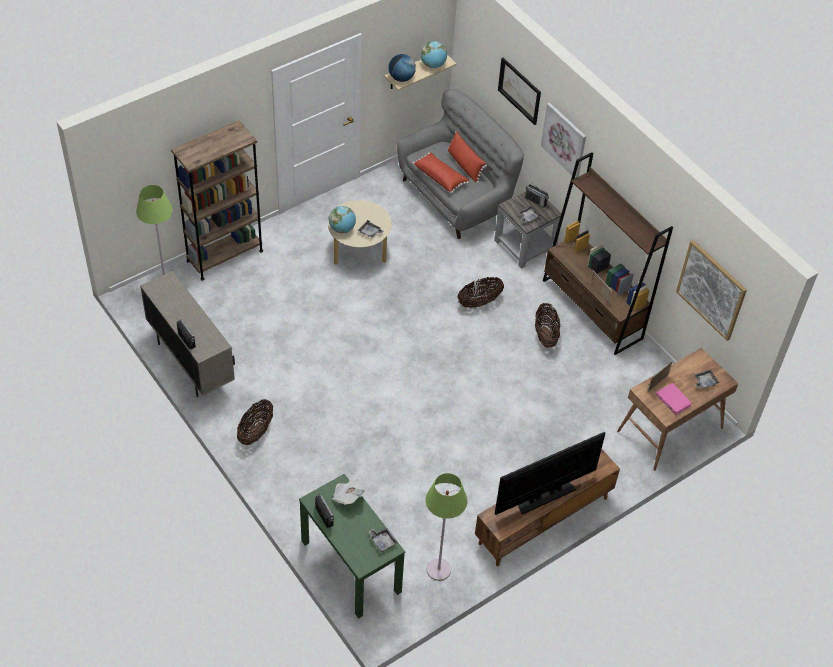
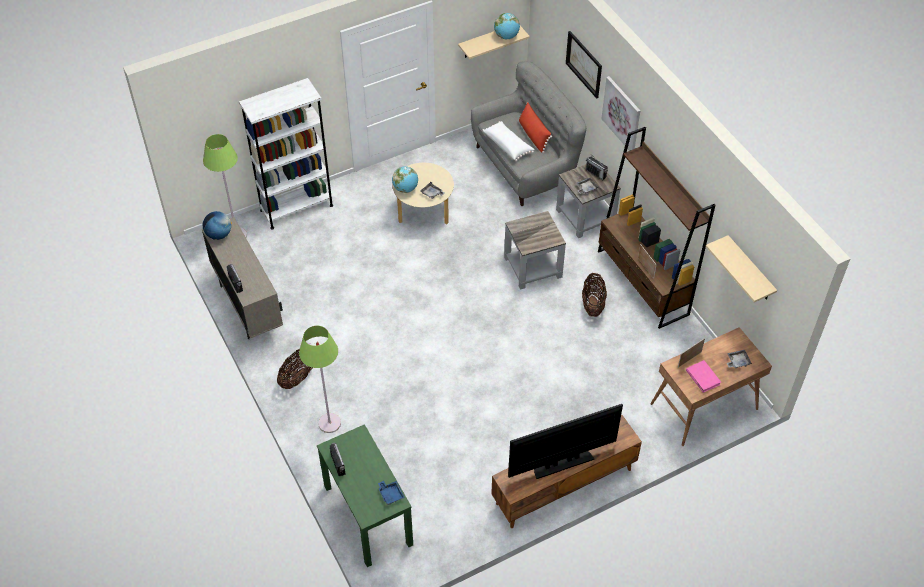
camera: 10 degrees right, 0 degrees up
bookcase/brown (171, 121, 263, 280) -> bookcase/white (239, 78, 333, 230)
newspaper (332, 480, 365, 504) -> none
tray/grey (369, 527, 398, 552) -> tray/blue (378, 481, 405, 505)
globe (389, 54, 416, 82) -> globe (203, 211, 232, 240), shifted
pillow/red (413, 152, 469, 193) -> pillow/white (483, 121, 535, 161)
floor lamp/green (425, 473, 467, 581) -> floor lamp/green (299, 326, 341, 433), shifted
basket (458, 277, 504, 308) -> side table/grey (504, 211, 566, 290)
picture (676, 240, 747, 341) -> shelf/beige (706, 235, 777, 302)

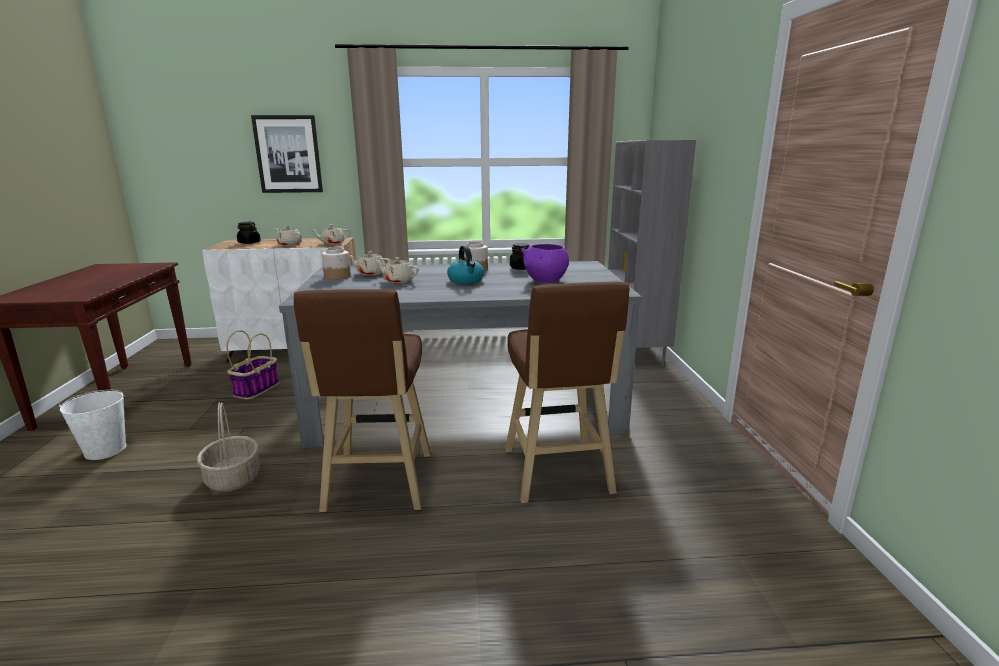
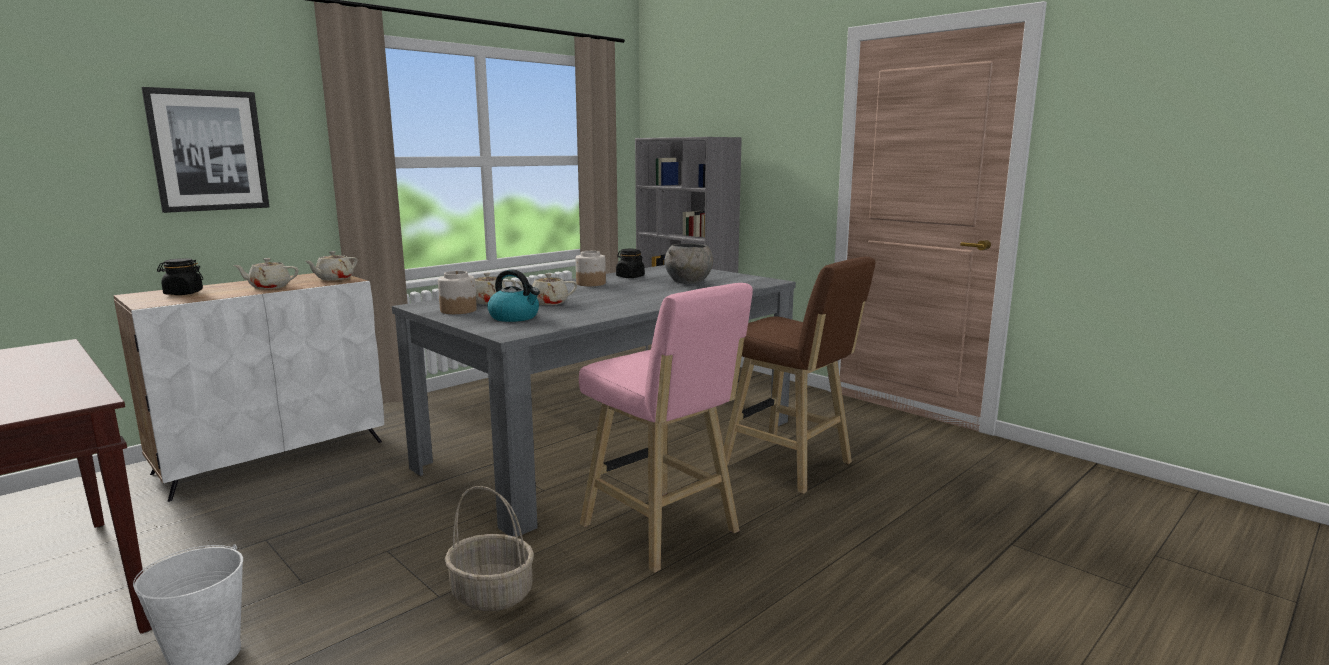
camera: 40 degrees left, 5 degrees down
basket (226, 330, 279, 399) -> none
stool/brown (294, 289, 431, 512) -> stool/pink (579, 283, 753, 573)
kettle (447, 245, 484, 284) -> kettle (487, 269, 540, 322), shifted
bowl/purple (521, 244, 569, 283) -> bowl/grey (664, 243, 713, 284)

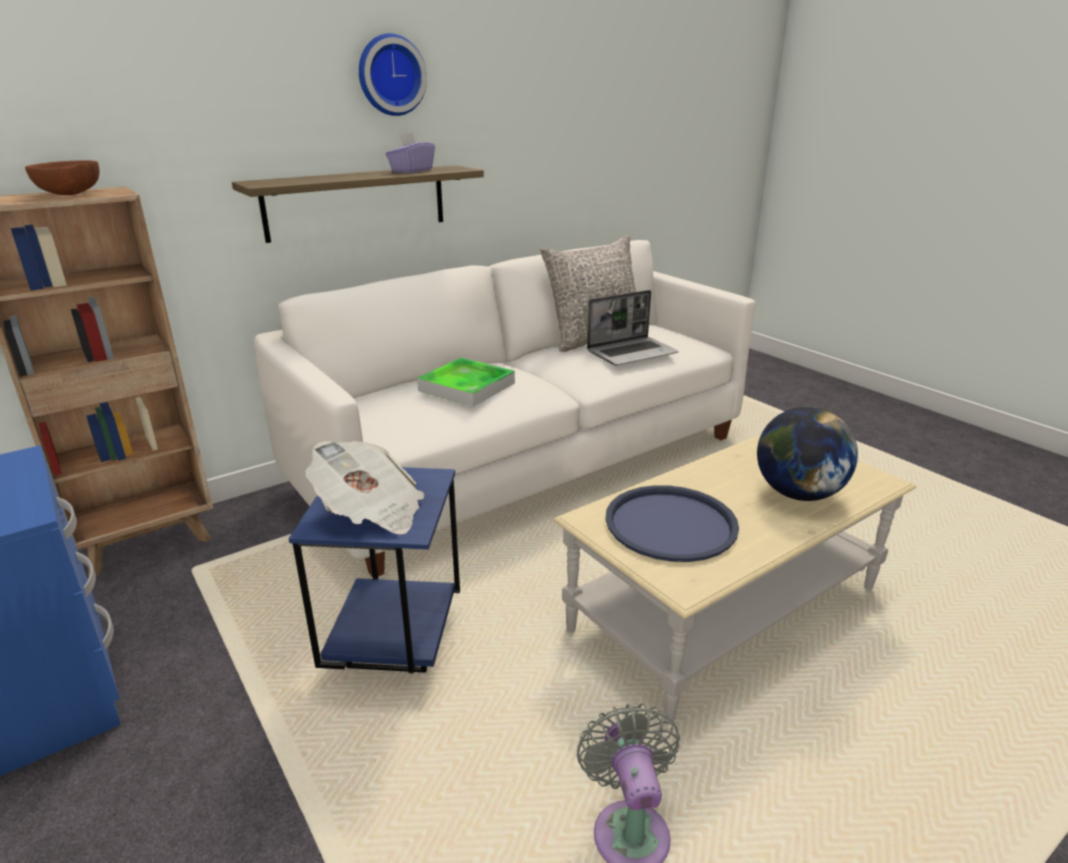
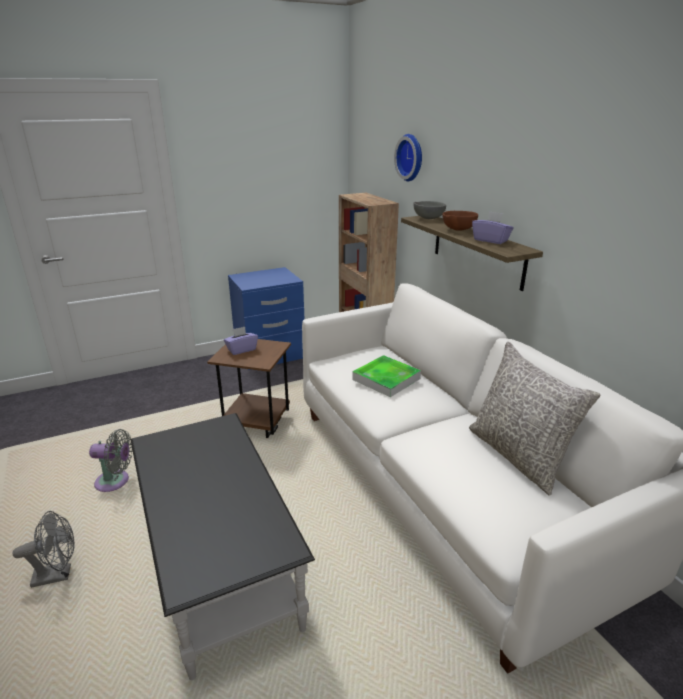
camera: 100 degrees right, 0 degrees up
bowl/brown (25, 160, 99, 195) -> bowl/brown (443, 211, 478, 231), shifted
side table/blue (289, 467, 460, 673) -> side table/brown (207, 339, 291, 438)
newspaper (305, 441, 424, 534) -> tissue box/purple (224, 327, 258, 355)
wall clock (359, 33, 427, 116) -> wall clock (394, 134, 422, 181), shifted
coffee table/beige (553, 434, 916, 722) -> coffee table/black (131, 413, 315, 680)
laptop (587, 290, 678, 366) -> none
tray/blue (605, 485, 739, 562) -> none
globe (757, 407, 858, 501) -> none
none -> fan/grey (13, 511, 75, 588)
none -> bowl/grey (413, 201, 446, 219)

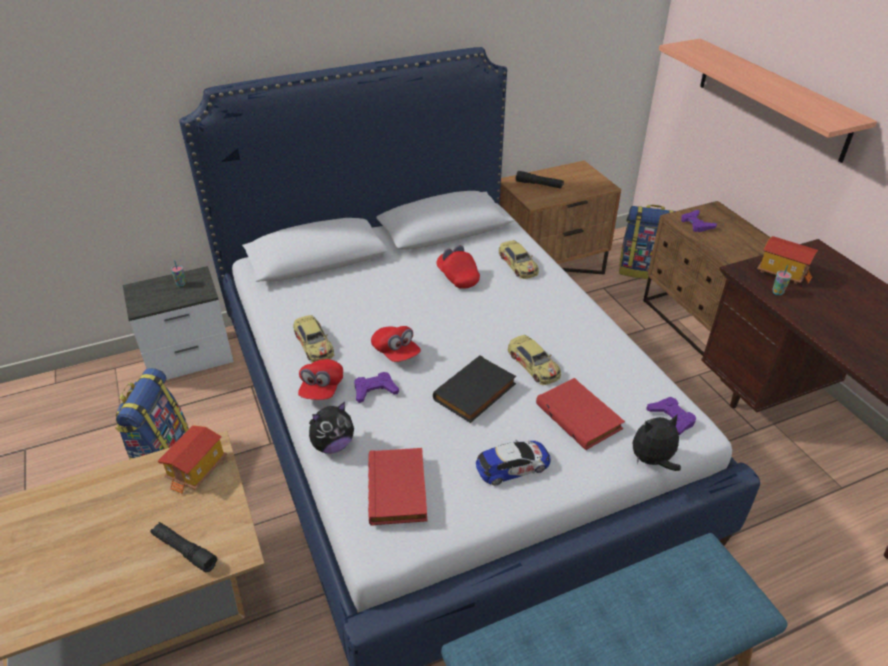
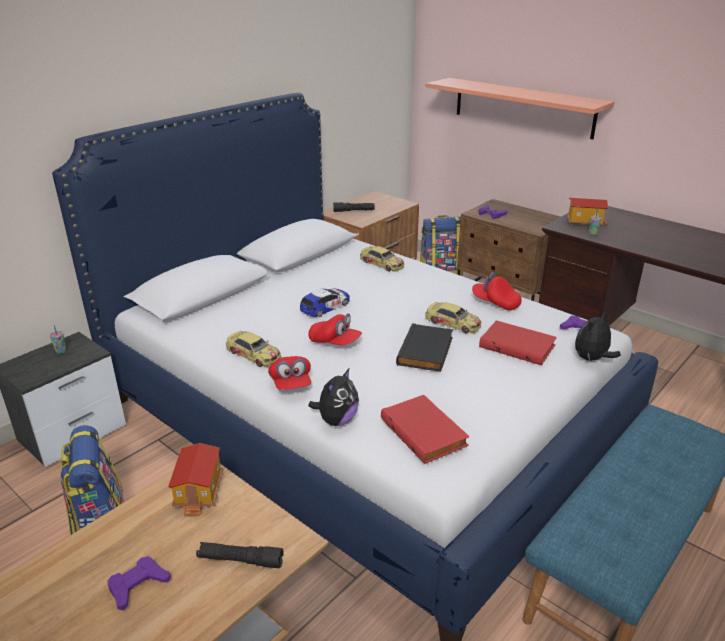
camera: 25 degrees left, 10 degrees down
game controller/purple (354, 372, 399, 403) -> game controller/purple (108, 556, 170, 610), shifted
cap/red (436, 245, 480, 289) -> cap/red (472, 272, 522, 311), shifted
toy car (476, 440, 551, 486) -> toy car (300, 288, 350, 317), shifted

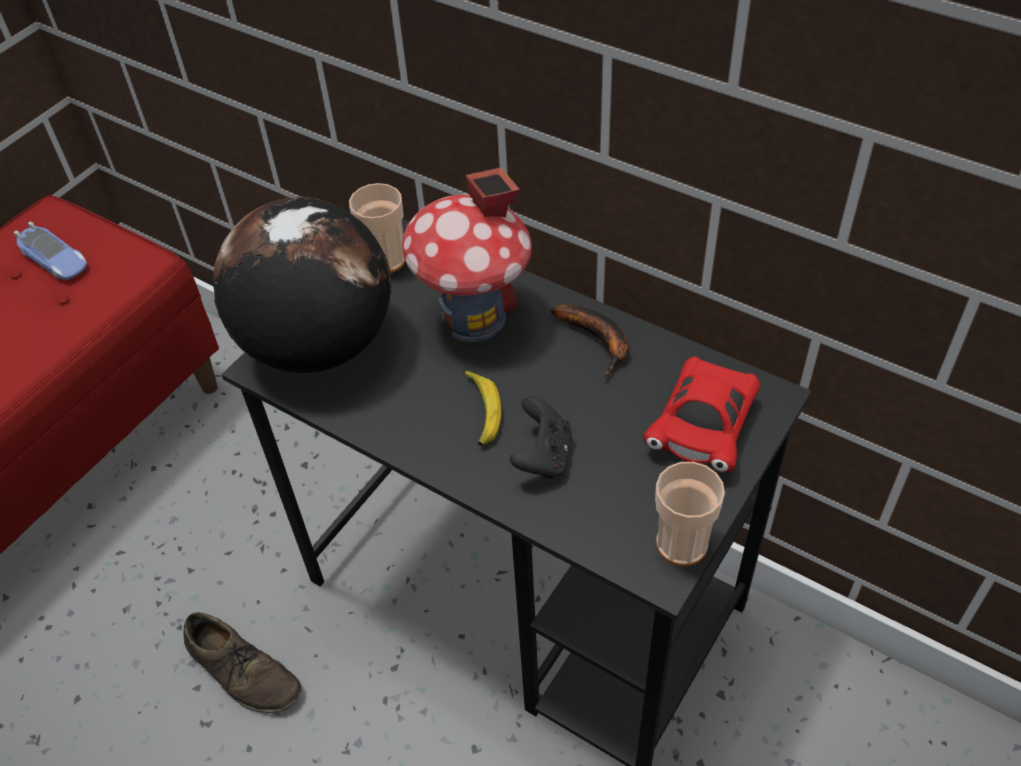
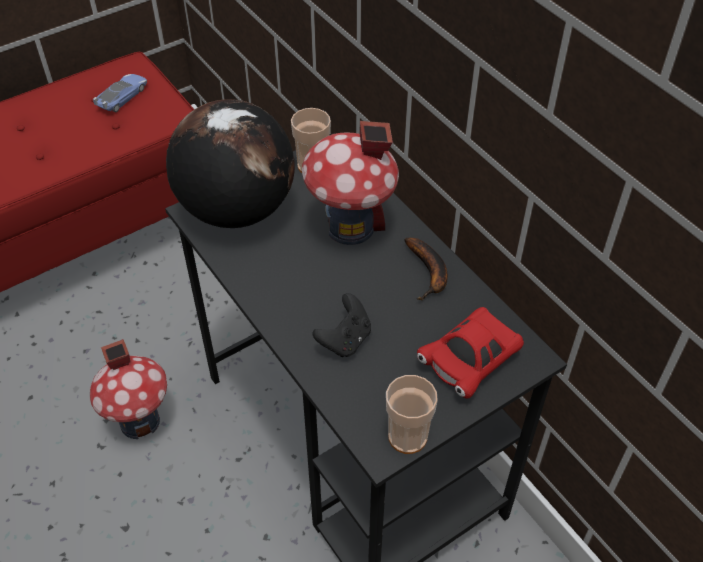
camera: 20 degrees right, 0 degrees up
toy car (14, 221, 87, 280) -> toy car (93, 74, 147, 112), 120 degrees counterclockwise
shoe/brown (183, 612, 302, 713) -> toy house (90, 339, 167, 439)
banana (463, 370, 501, 446) -> none

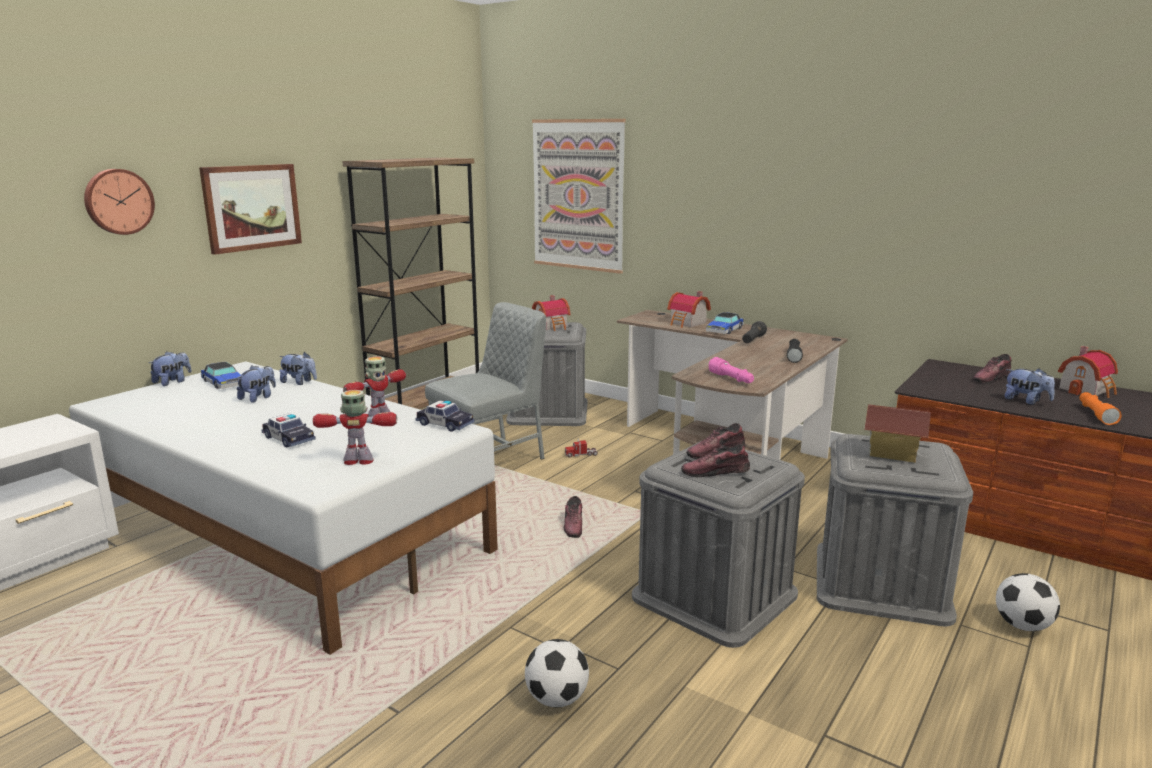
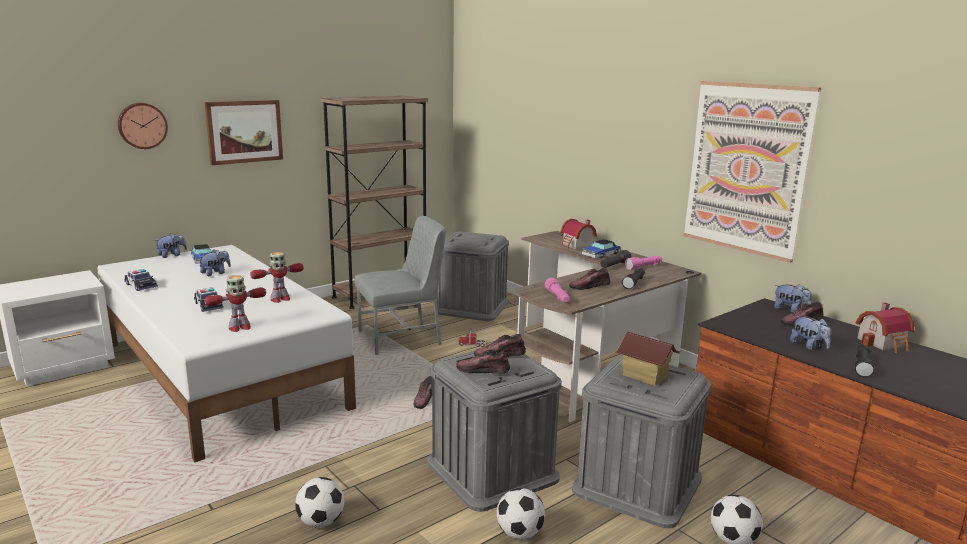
camera: 15 degrees right, 0 degrees up
plush toy (279, 352, 317, 385) -> plush toy (774, 284, 812, 313), shifted
toy robot (313, 390, 397, 465) -> toy robot (204, 275, 266, 332), 135 degrees clockwise
toy car (416, 400, 474, 432) -> toy car (124, 269, 158, 291), shifted
picture (532, 119, 626, 274) -> picture (683, 81, 821, 263), shifted
toy house (532, 295, 571, 331) -> none
flashlight/orange (1079, 392, 1122, 425) -> flashlight/black (855, 345, 874, 378)
none -> football (497, 488, 545, 539)
none -> shoe (569, 268, 611, 290)
none -> flashlight/pink (625, 256, 662, 270)

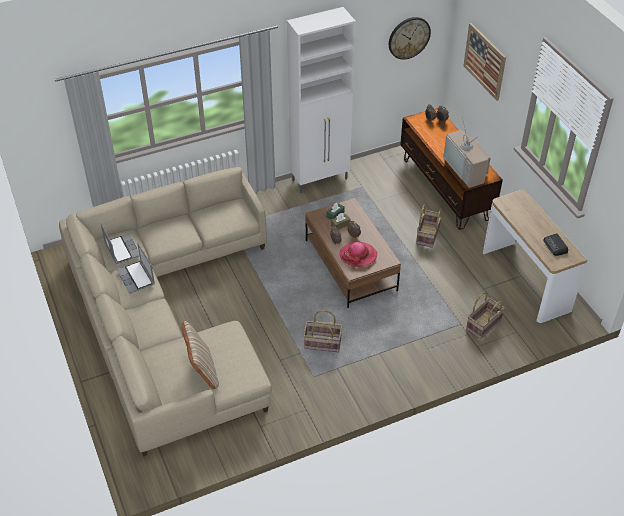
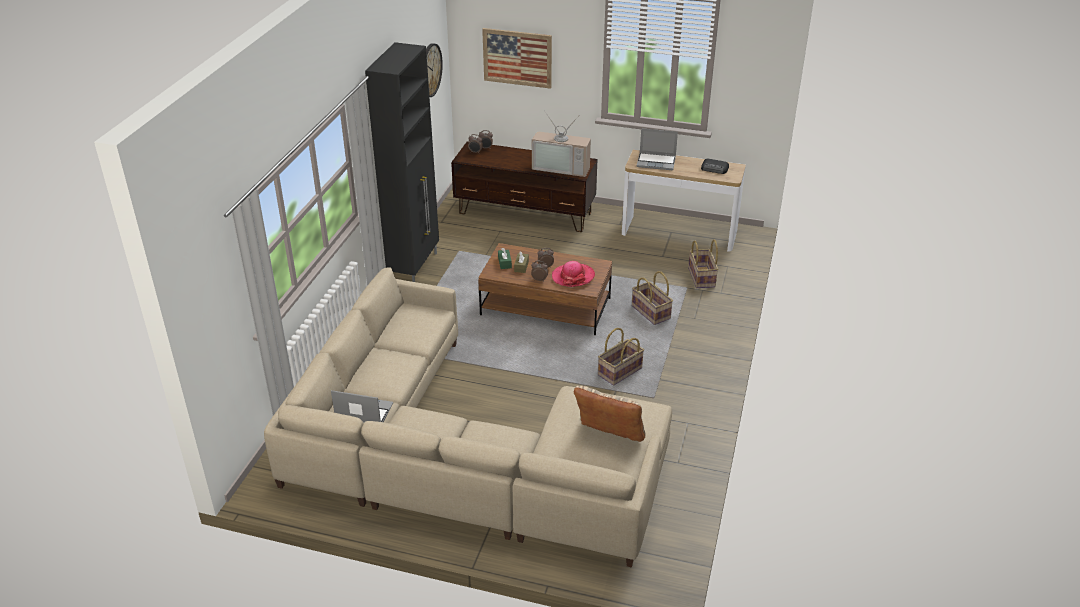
camera: 50 degrees left, 10 degrees down
laptop (117, 242, 155, 294) -> laptop (637, 128, 678, 170), shifted
cabinet/white (287, 7, 356, 193) -> cabinet/black (365, 42, 439, 282)
basket (416, 205, 442, 248) -> basket (632, 271, 673, 325), shifted

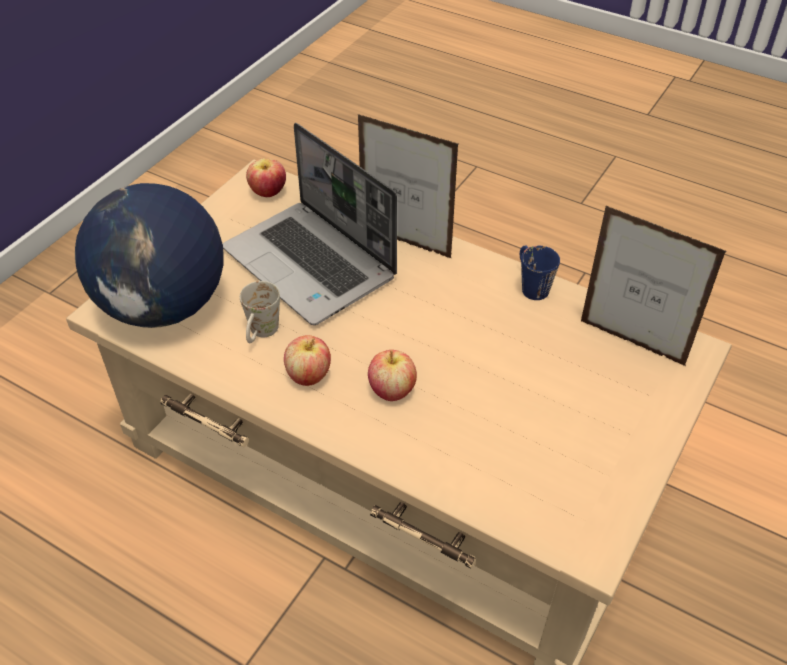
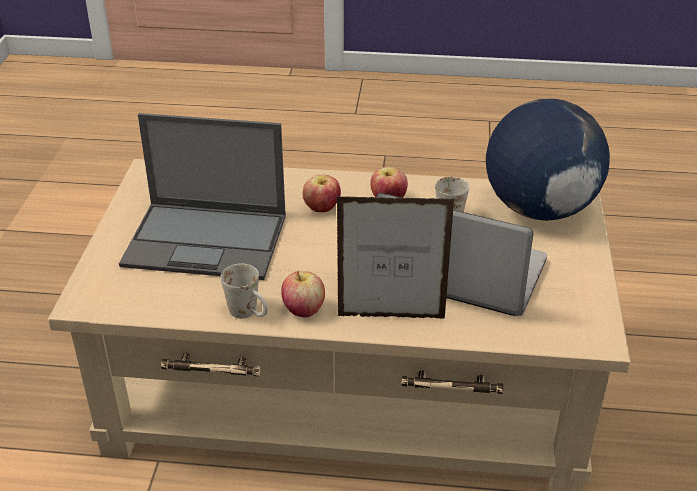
camera: 155 degrees right, 10 degrees down
apple (246, 158, 286, 197) -> apple (281, 271, 325, 317), shifted
mug/blue (520, 246, 560, 300) -> mug/white (221, 264, 268, 318)
picture frame (581, 206, 726, 366) -> none
none -> laptop (119, 113, 286, 280)

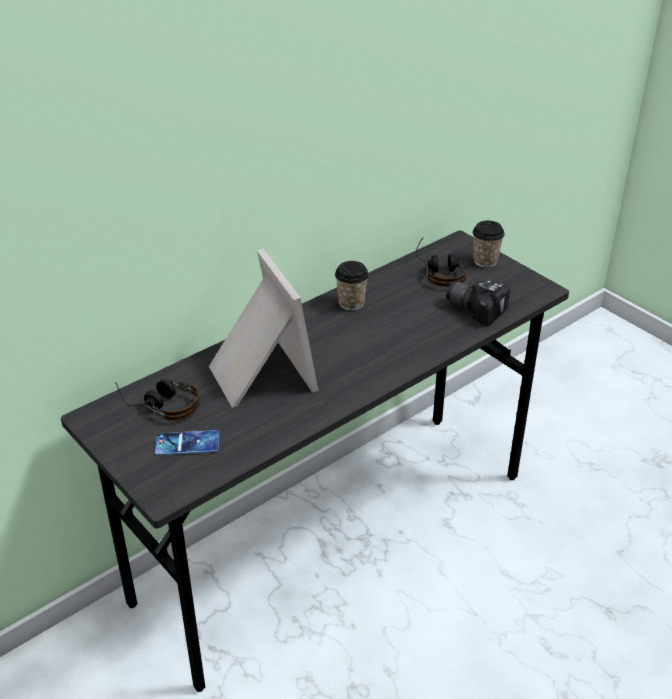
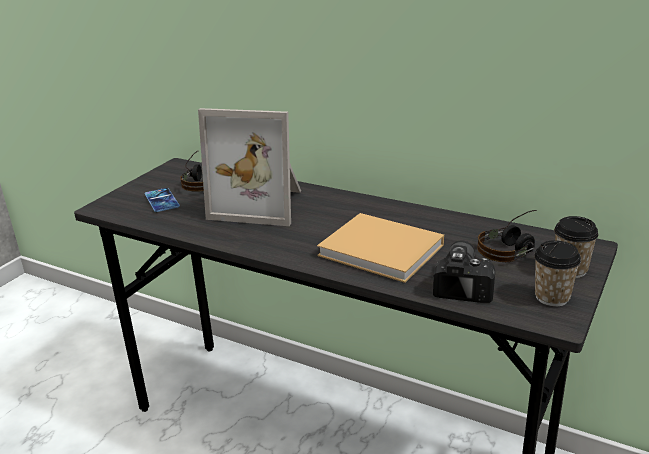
camera: 70 degrees right, 10 degrees down
picture frame (209, 249, 319, 408) -> picture frame (198, 108, 301, 226), 60 degrees clockwise
cup (335, 261, 369, 311) -> cup (534, 240, 581, 306), shifted
none -> book/beige (317, 213, 444, 283)

